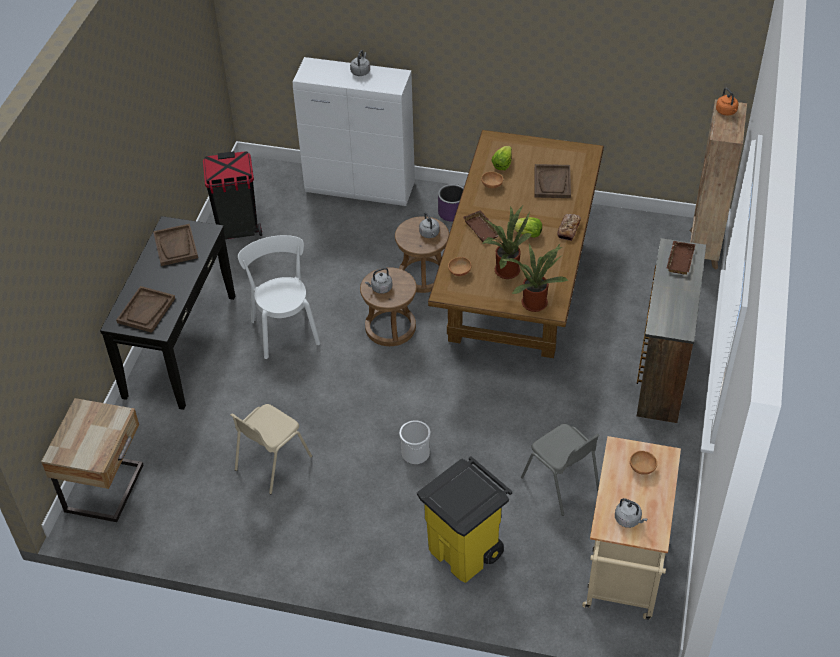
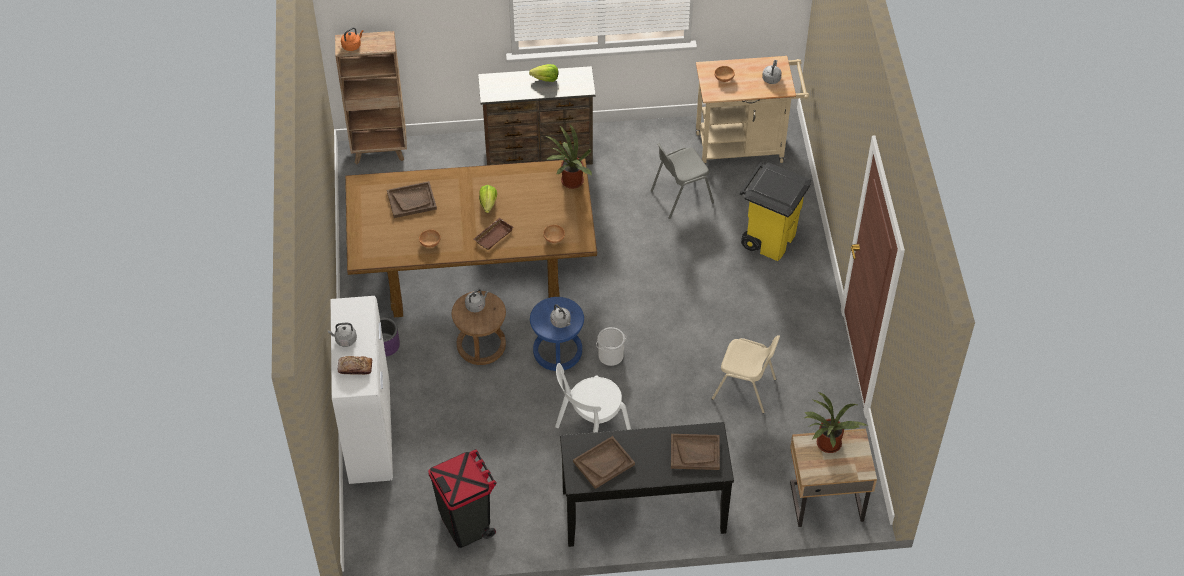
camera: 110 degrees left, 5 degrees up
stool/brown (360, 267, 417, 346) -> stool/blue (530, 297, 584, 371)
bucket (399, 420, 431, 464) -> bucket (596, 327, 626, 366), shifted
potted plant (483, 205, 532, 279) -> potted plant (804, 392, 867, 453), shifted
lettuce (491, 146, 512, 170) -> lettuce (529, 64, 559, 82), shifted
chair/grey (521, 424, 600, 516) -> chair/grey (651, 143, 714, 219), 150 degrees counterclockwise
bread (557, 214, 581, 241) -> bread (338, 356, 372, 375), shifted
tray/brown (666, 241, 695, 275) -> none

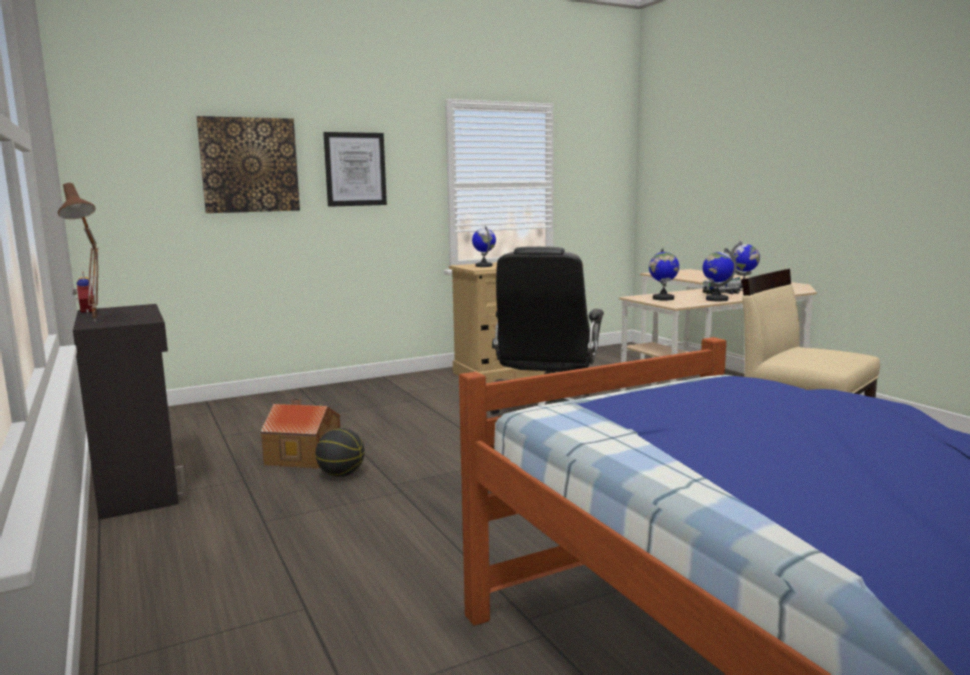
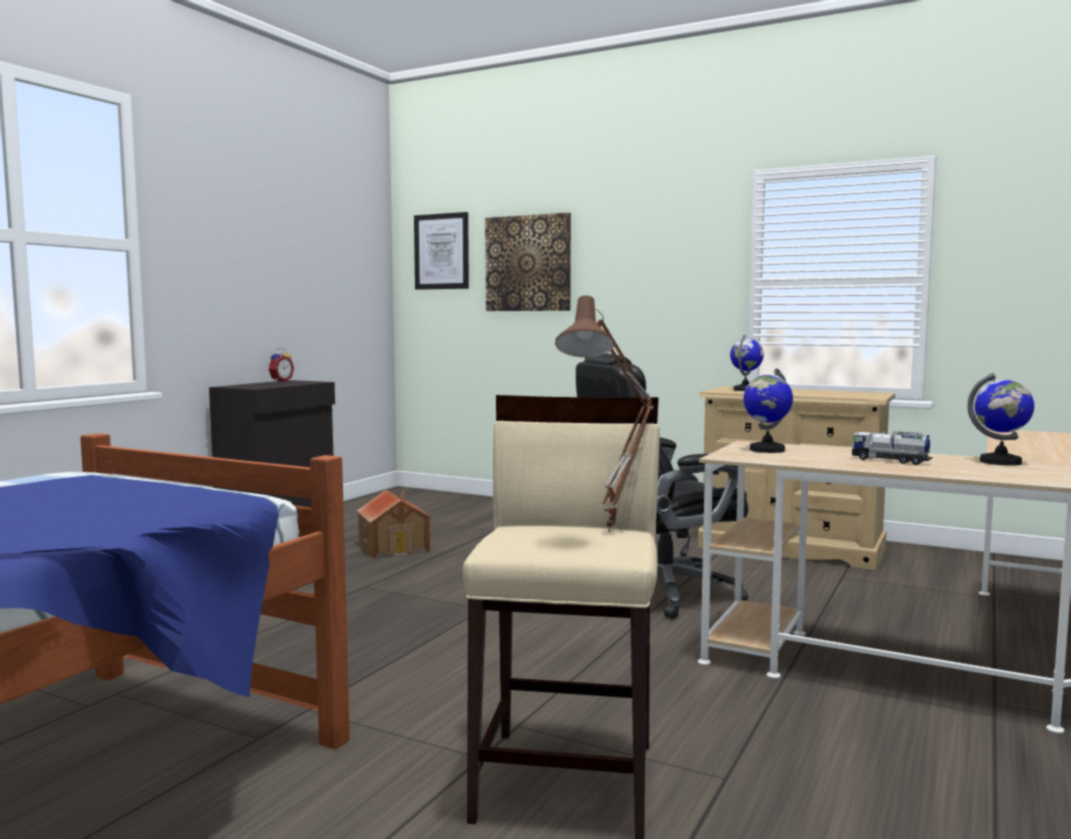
camera: 55 degrees right, 5 degrees down
table lamp/brown (58, 183, 99, 322) -> table lamp/brown (555, 296, 653, 533), shifted
basketball (316, 428, 365, 477) -> none
picture (323, 132, 387, 207) -> picture (414, 212, 469, 290), shifted
globe (703, 248, 737, 301) -> none

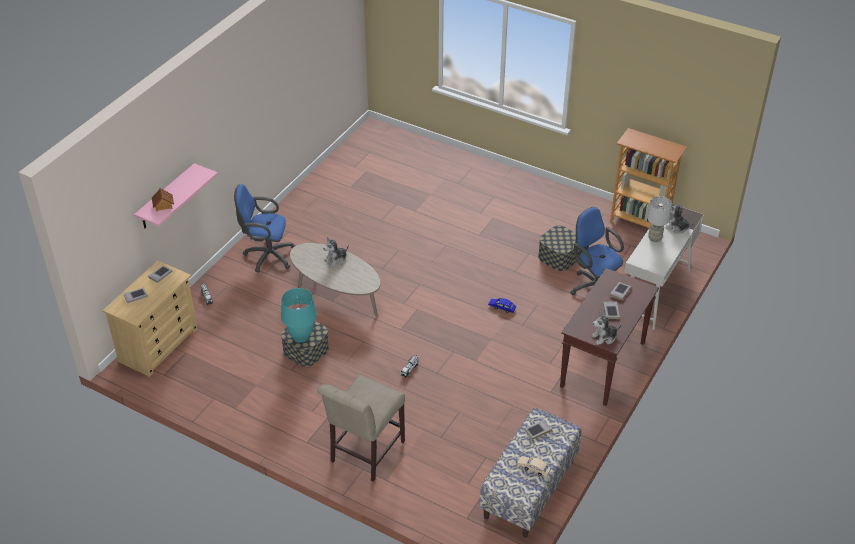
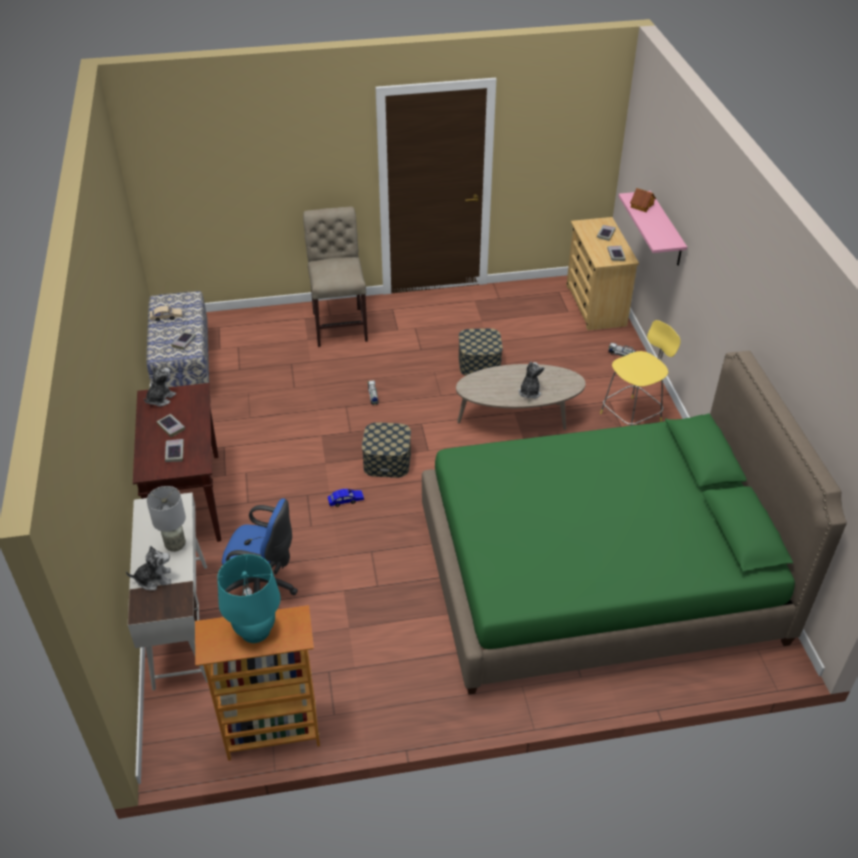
camera: 140 degrees right, 0 degrees up
office chair/blue (234, 184, 295, 273) -> stool/yellow (600, 320, 681, 426)
table lamp/turquoise (281, 288, 317, 343) -> table lamp/turquoise (217, 554, 281, 643), shifted
storage box (538, 225, 580, 271) -> storage box (362, 422, 411, 478), shifted
none -> bed/green (422, 351, 847, 695)

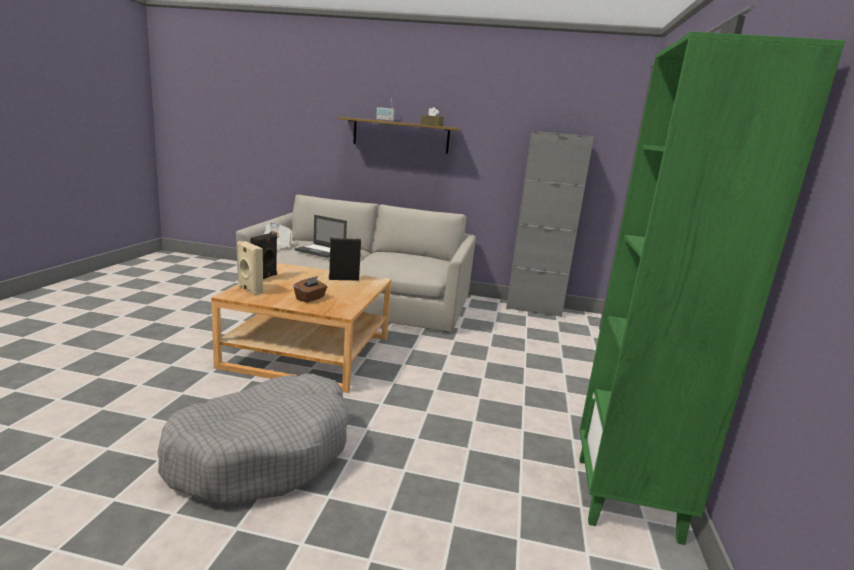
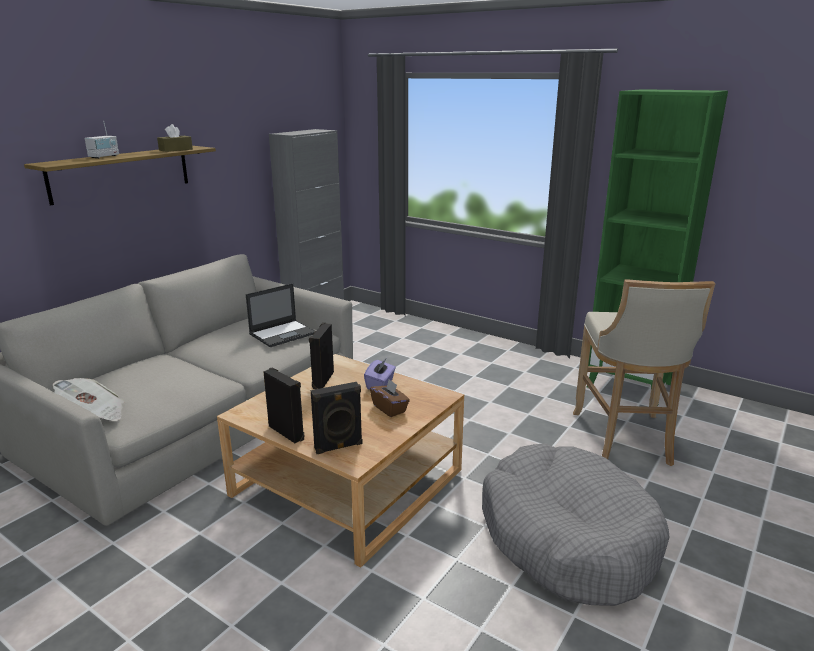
camera: 65 degrees left, 5 degrees up
speaker/beige (237, 241, 263, 295) -> speaker/black (311, 382, 363, 454)
laptop (294, 215, 347, 258) -> laptop (246, 283, 315, 347), shifted
none -> tissue box/purple (364, 359, 396, 390)
none -> stool/beige (573, 279, 715, 466)

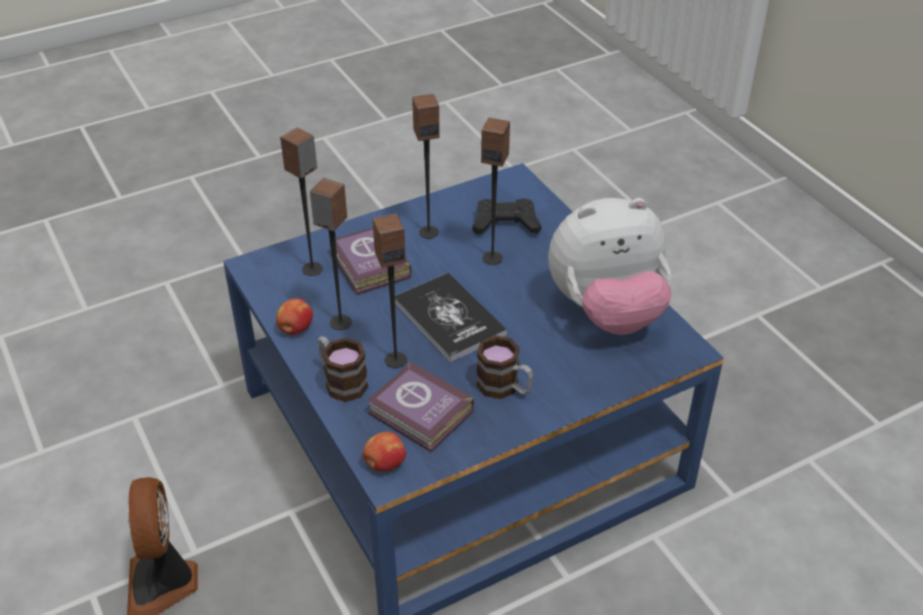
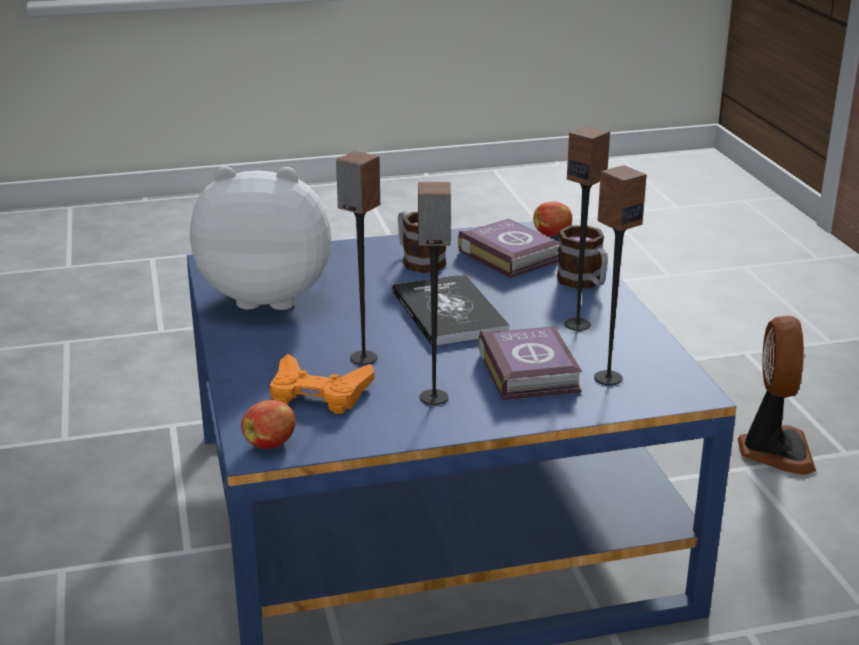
camera: 165 degrees left, 15 degrees down
apple (276, 298, 313, 334) -> apple (241, 400, 296, 449), shifted
speaker (373, 213, 407, 368) -> none
game controller/black (473, 198, 542, 234) -> game controller/orange (270, 354, 374, 414)

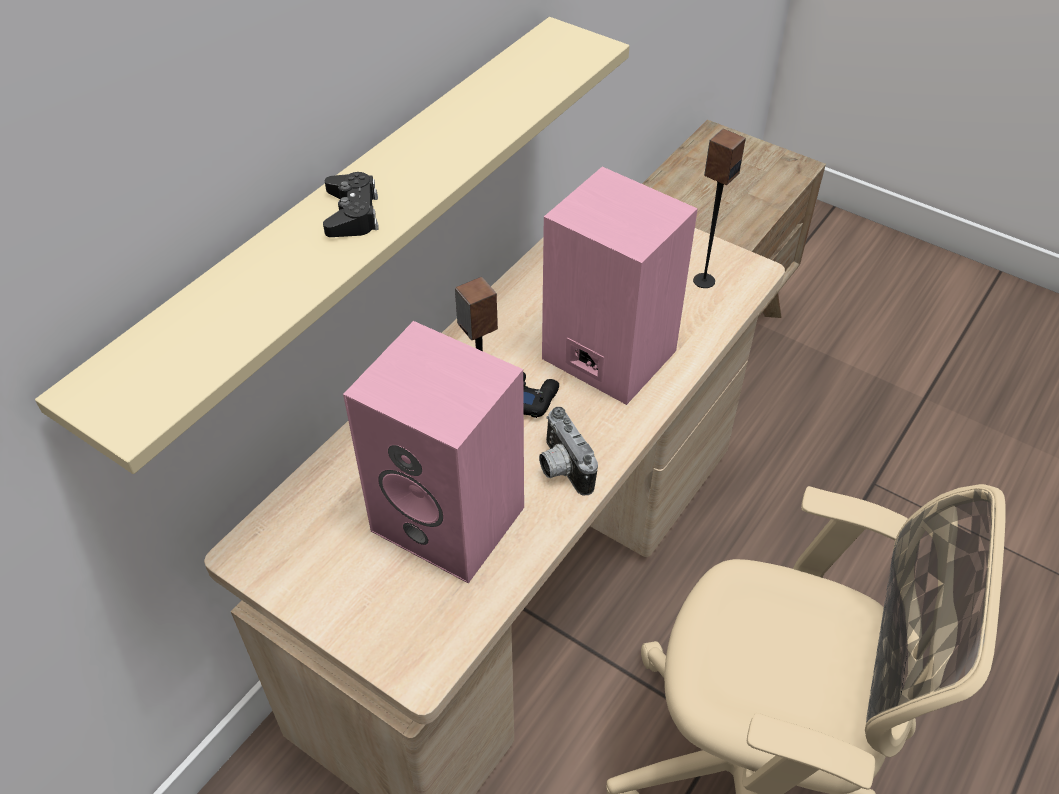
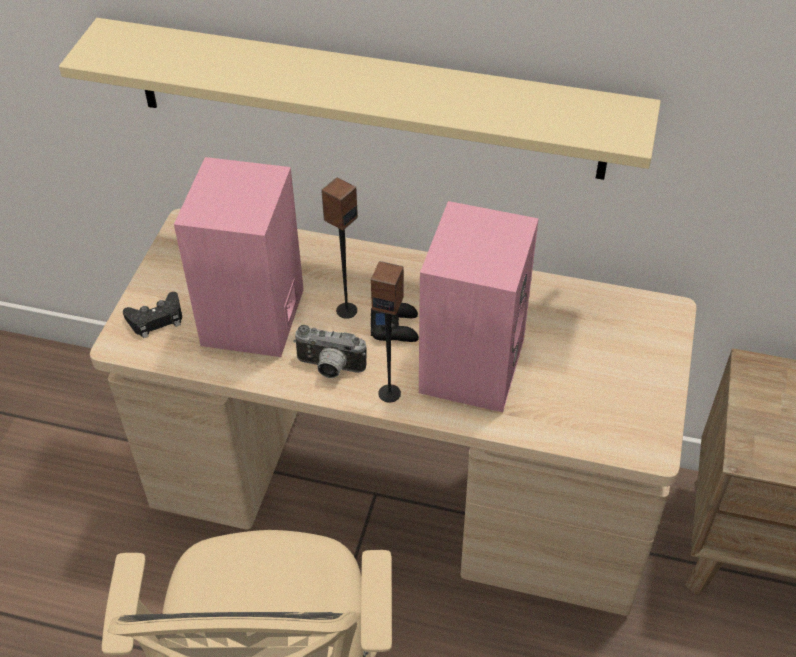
camera: 70 degrees right, 0 degrees up
game controller/black (323, 172, 378, 237) -> game controller/black (123, 292, 182, 338), shifted
photo camera (539, 407, 598, 495) -> photo camera (293, 325, 367, 378), 120 degrees counterclockwise
speaker (693, 129, 746, 288) -> speaker (371, 261, 404, 403), shifted

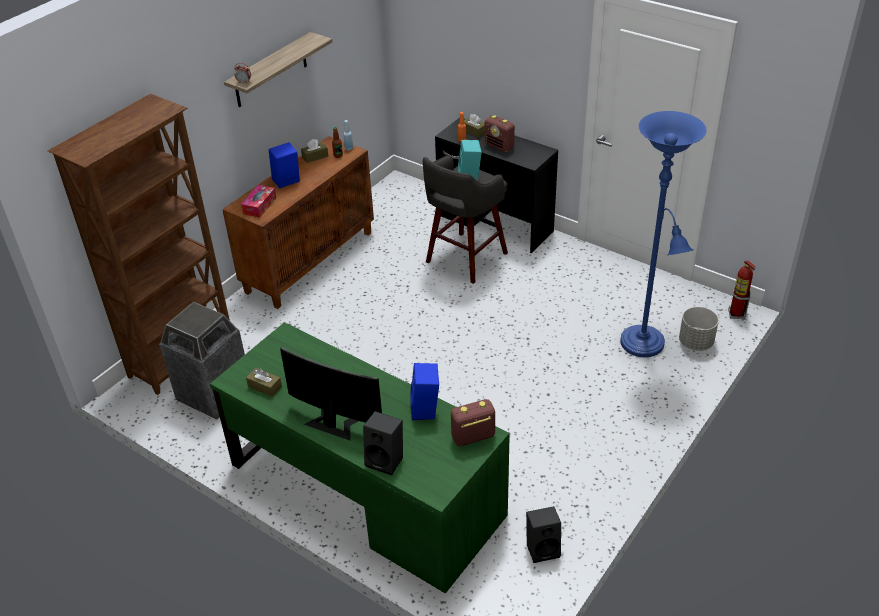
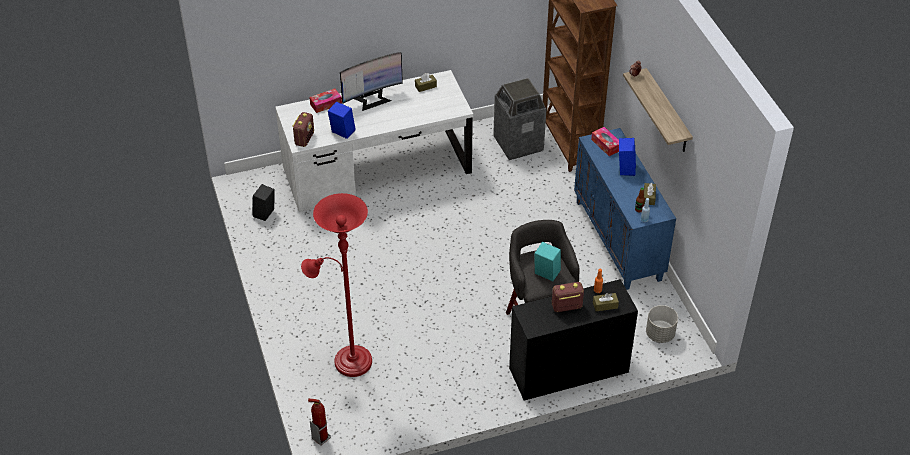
camera: 125 degrees right, 5 degrees up
desk/green (210, 322, 510, 594) -> desk/white (275, 70, 473, 212)
cabinet/brown (222, 136, 374, 309) -> cabinet/blue (574, 128, 676, 290)
speaker/black (363, 411, 403, 475) -> tissue box (309, 88, 342, 113)
floor lamp/blue (620, 111, 707, 357) -> floor lamp/red (301, 193, 372, 377)
planter/grey (679, 307, 719, 351) -> planter/grey (646, 305, 678, 343), shifted

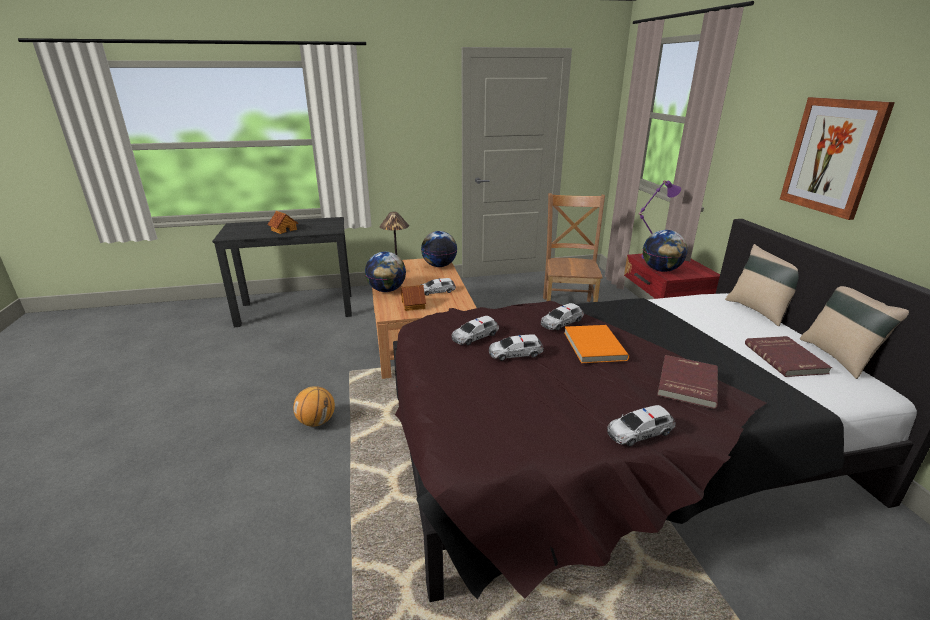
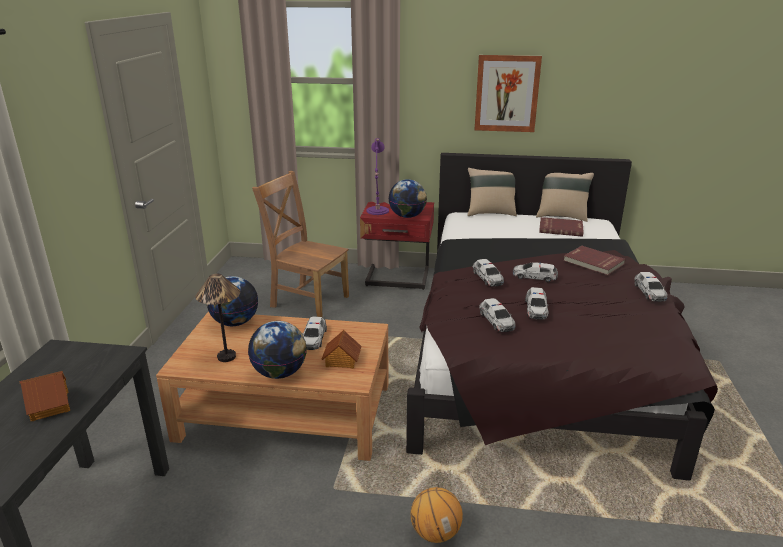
camera: 70 degrees left, 0 degrees up
book/orange (564, 325, 629, 363) -> toy car (513, 262, 558, 282)

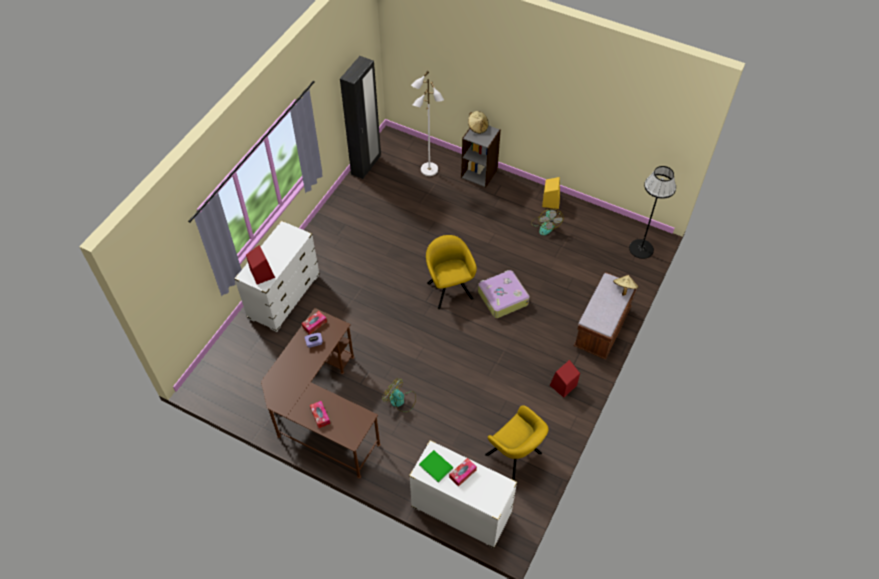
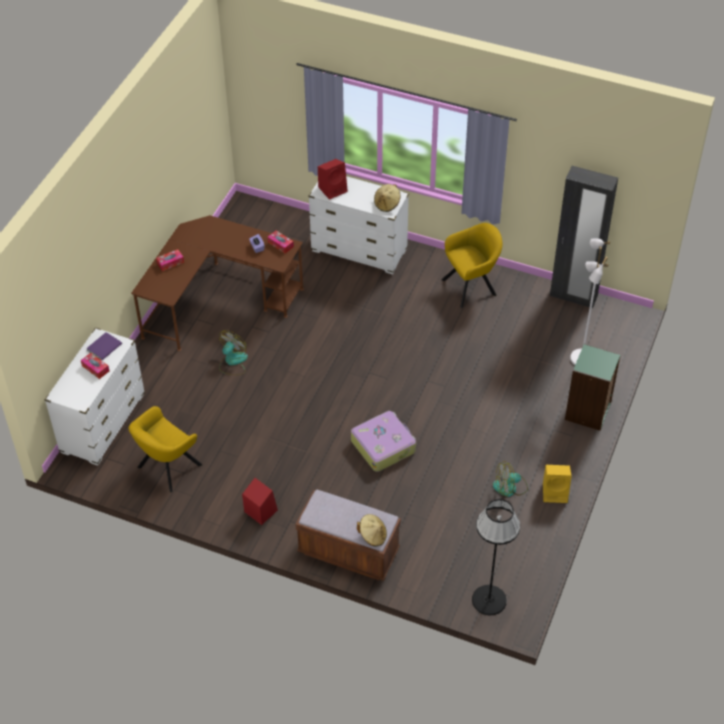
camera: 85 degrees right, 5 degrees down
book/green (419, 450, 453, 483) -> book/purple (86, 332, 122, 360)
armchair/yellow (426, 235, 477, 310) -> armchair/yellow (441, 223, 502, 308), shifted
bookcase/grey (461, 125, 501, 187) -> bookcase/green (565, 343, 621, 431)
hat/beige (468, 111, 489, 134) -> hat/beige (374, 184, 400, 212), shifted

